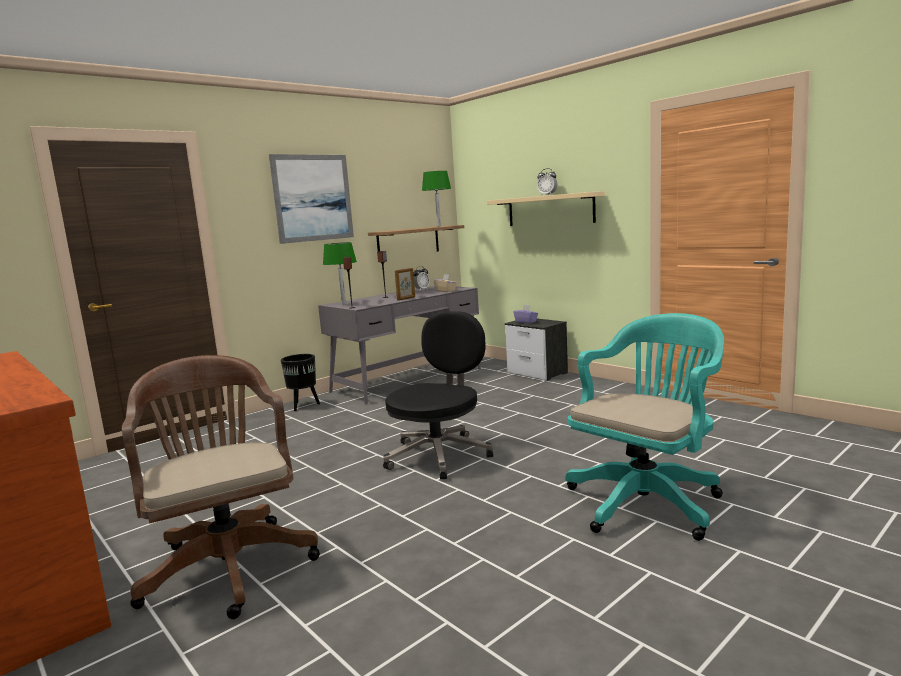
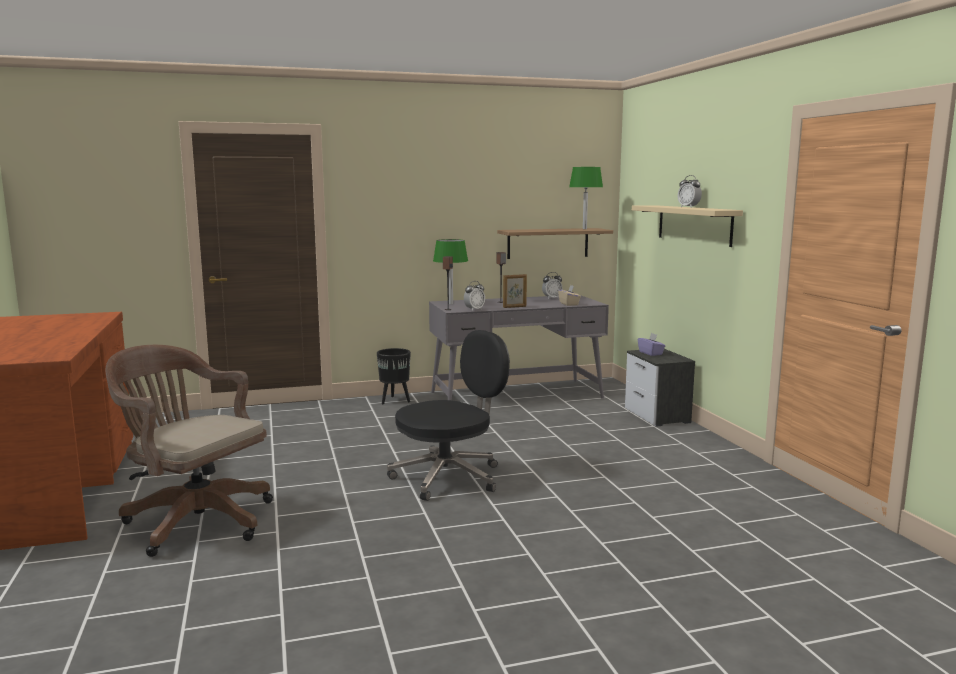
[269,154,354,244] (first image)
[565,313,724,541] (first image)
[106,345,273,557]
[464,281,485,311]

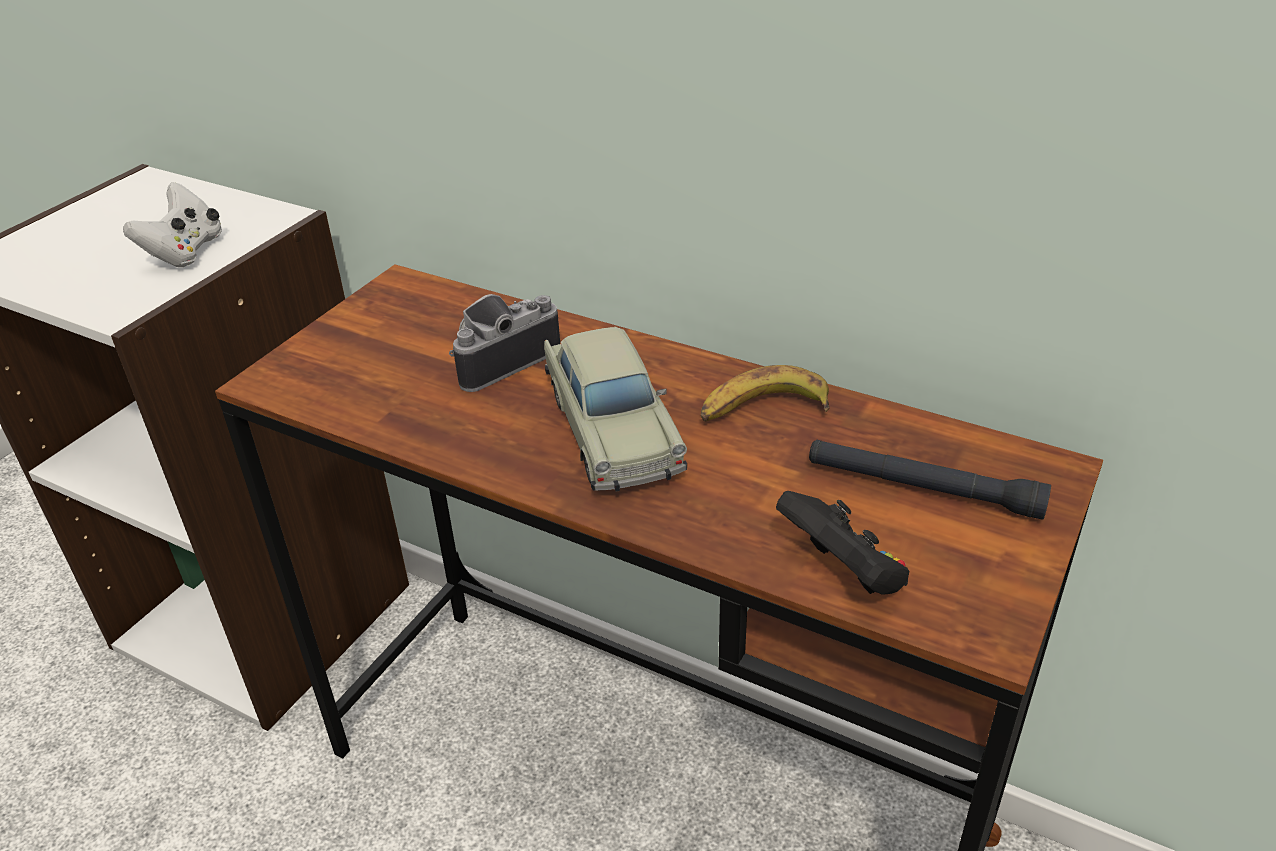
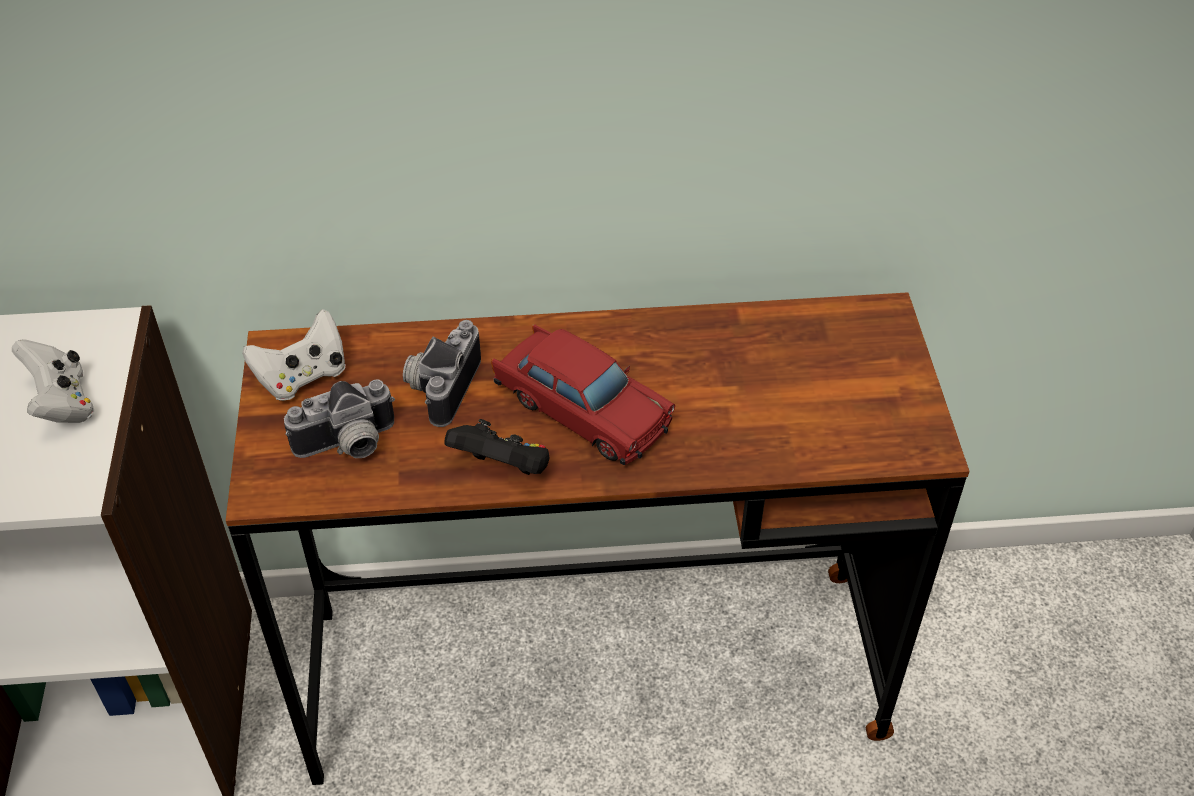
[491,324,675,465]
[701,365,829,422] (first image)
[809,440,1051,520] (first image)
[445,419,550,475]
[242,309,346,401]
[284,379,395,458]

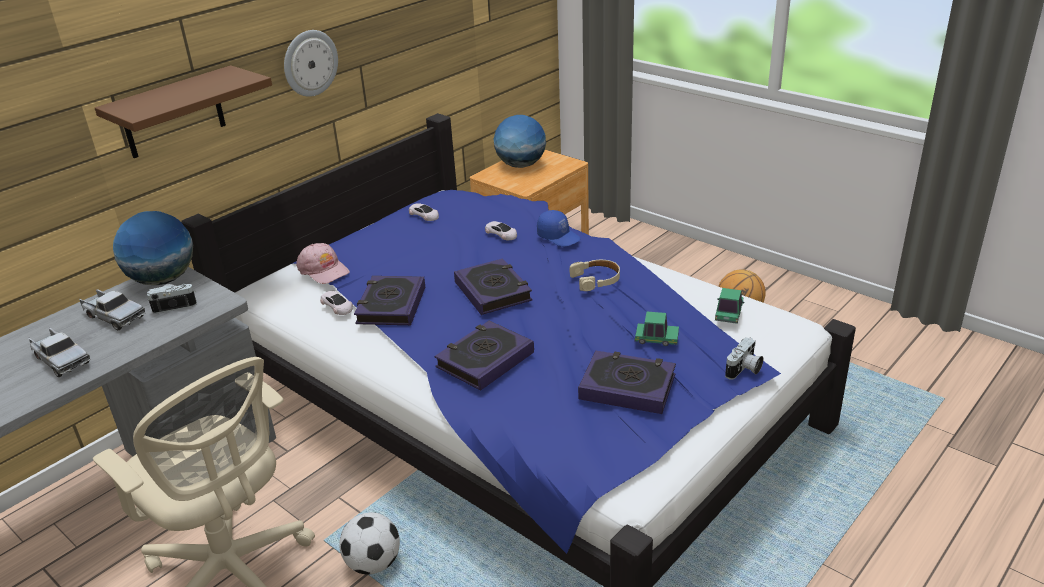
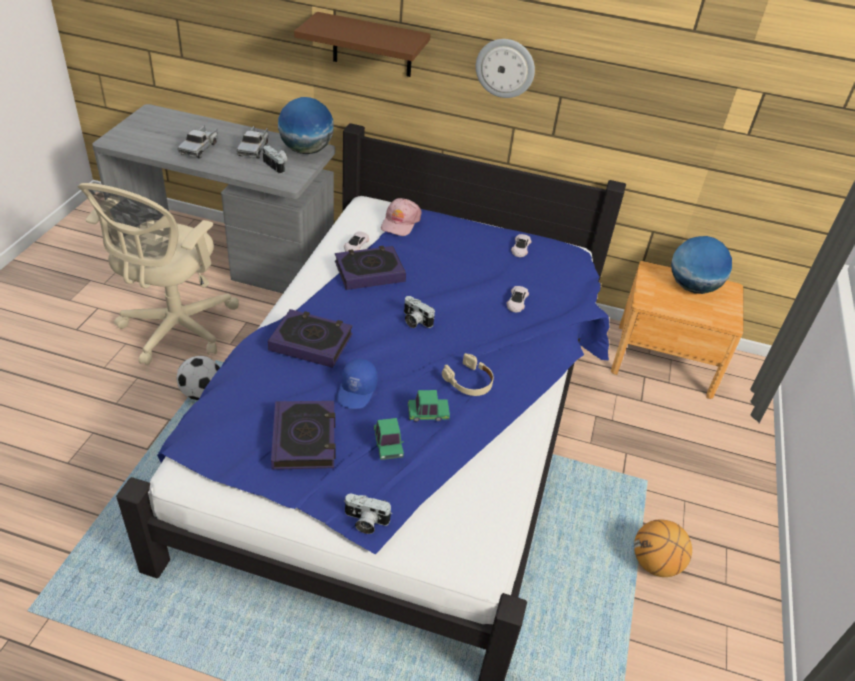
[337,359,378,409]
[404,296,435,328]
[408,390,450,422]

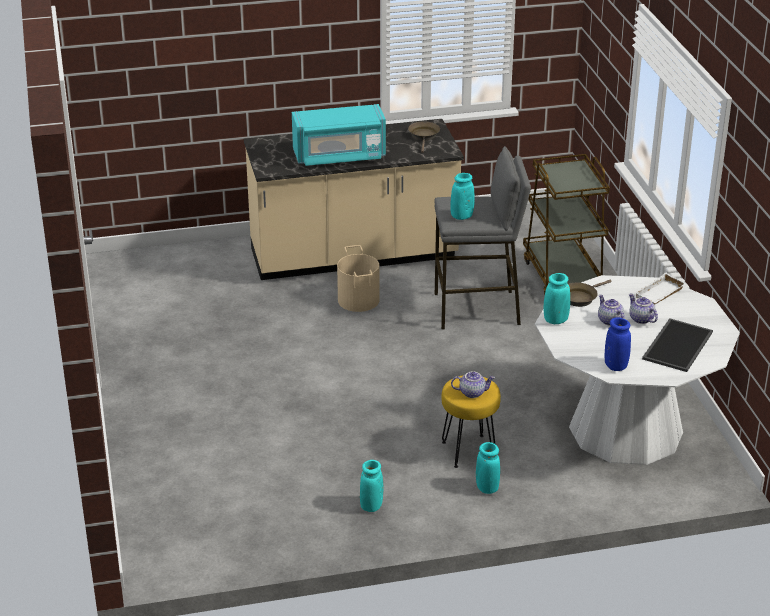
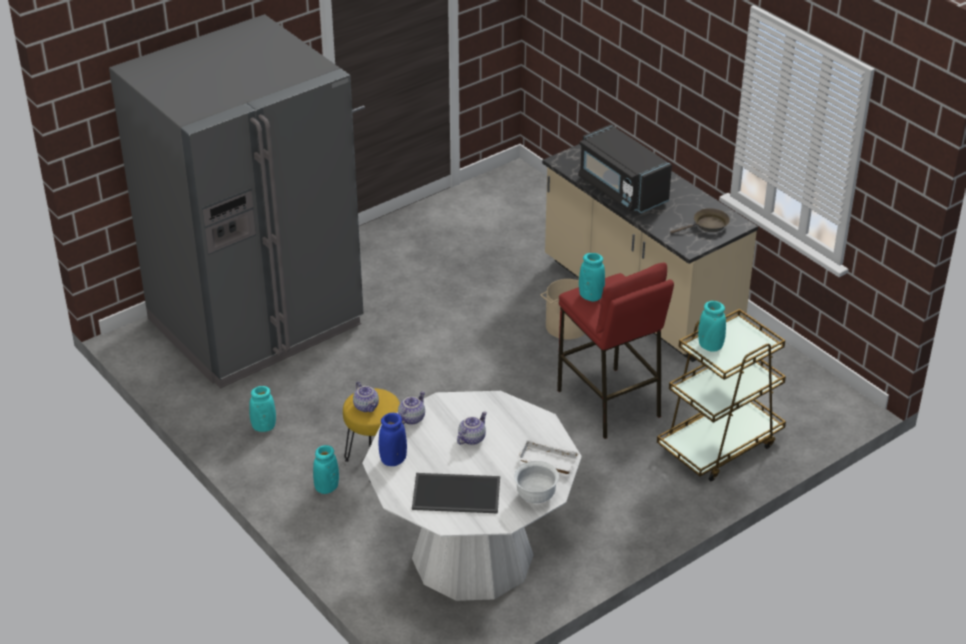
[578,124,672,213]
[557,263,674,439]
[698,301,726,352]
[568,280,612,307] (first image)
[398,391,425,425]
[109,14,364,388]
[514,461,559,504]

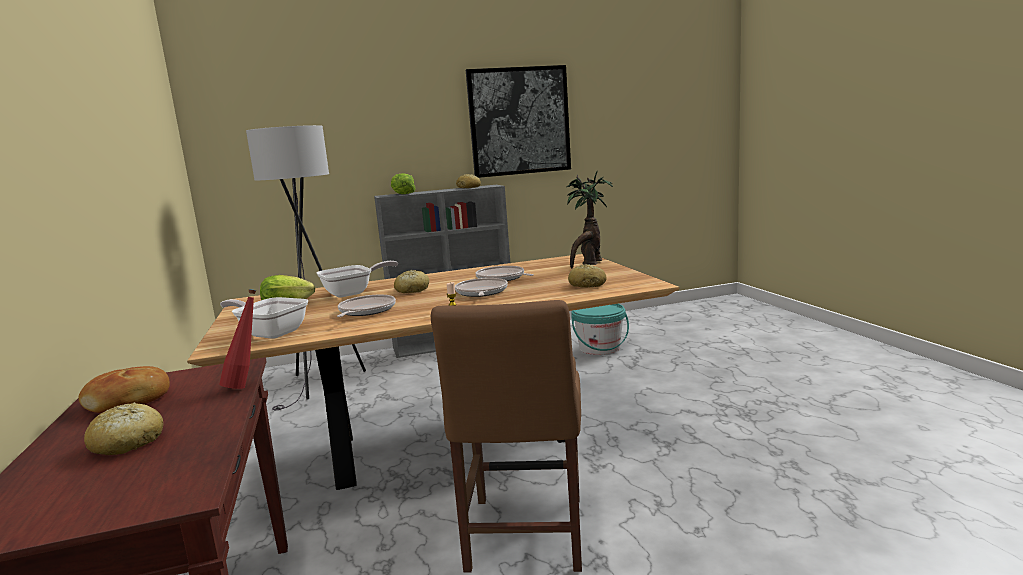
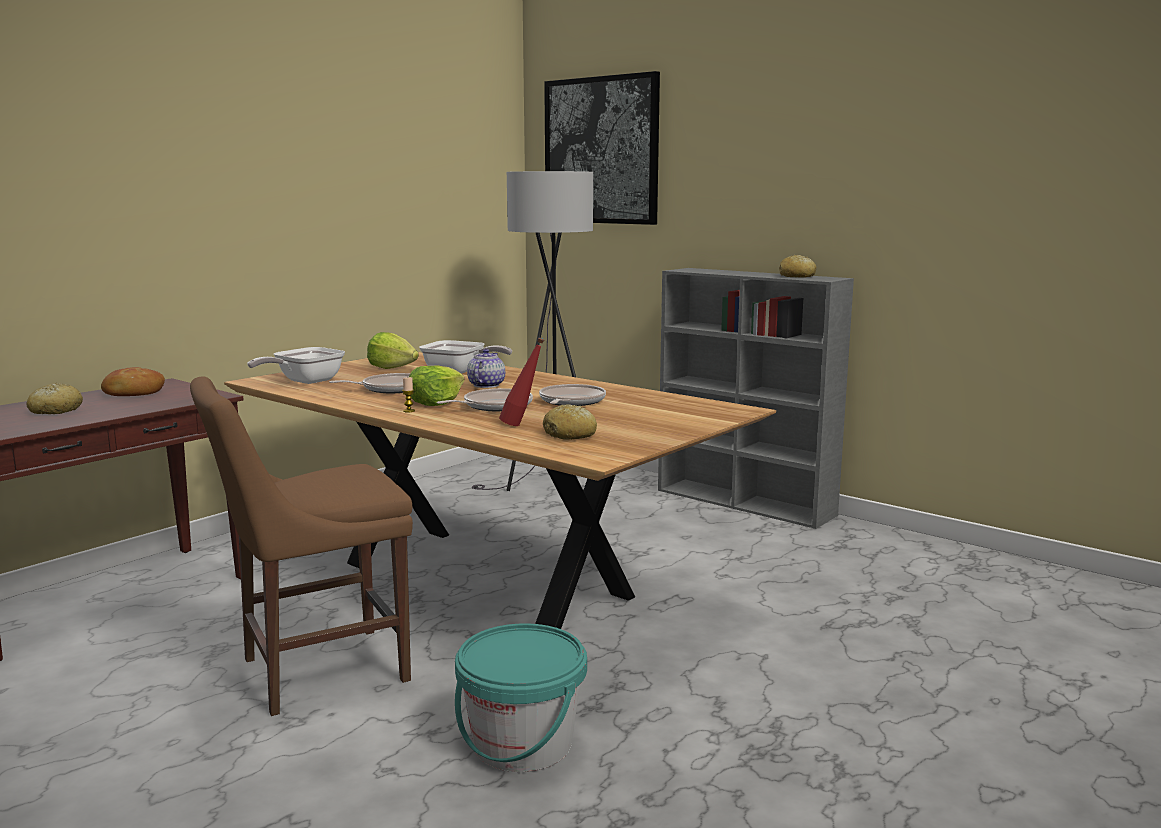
[544,71,660,225]
[566,171,613,268] (first image)
[409,365,464,406]
[467,349,505,388]
[499,338,544,426]
[247,347,345,384]
[455,623,587,772]

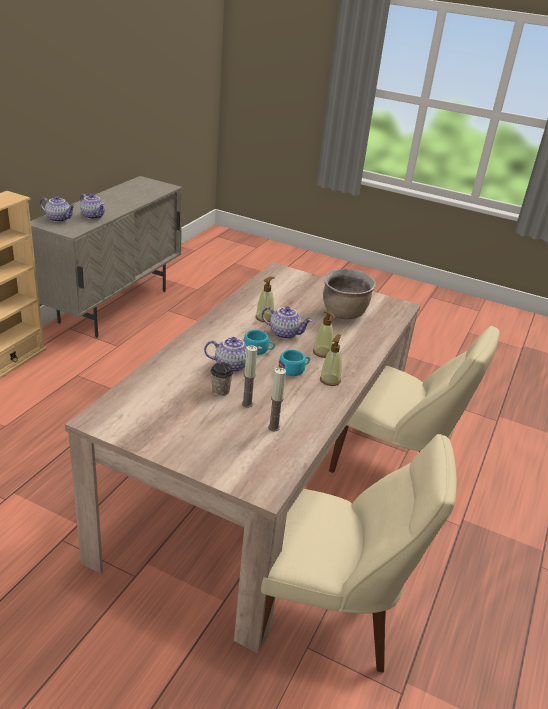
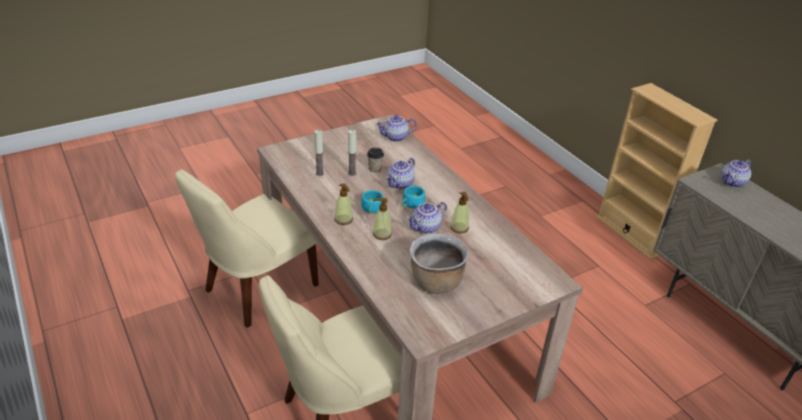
[376,115,417,142]

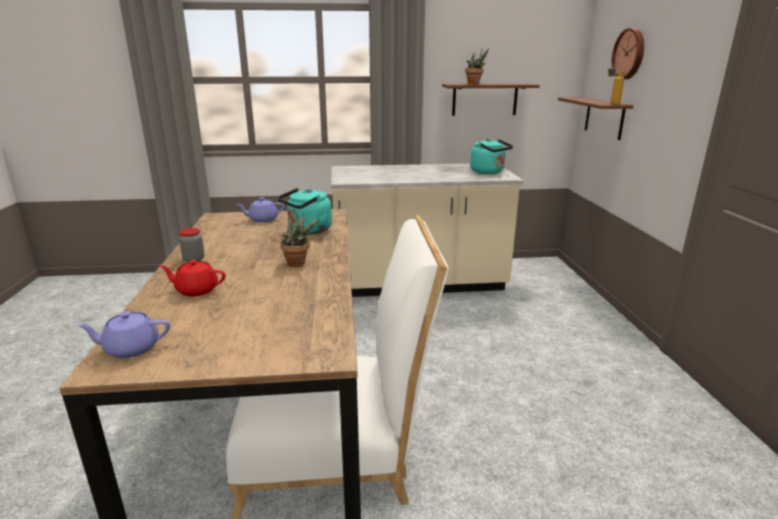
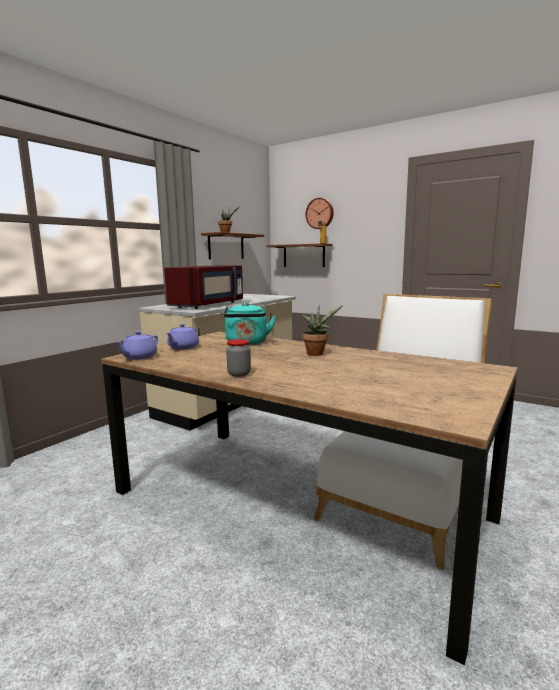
[470,138,513,174] (first image)
[160,260,226,296] (first image)
[115,331,158,360]
[164,265,243,309]

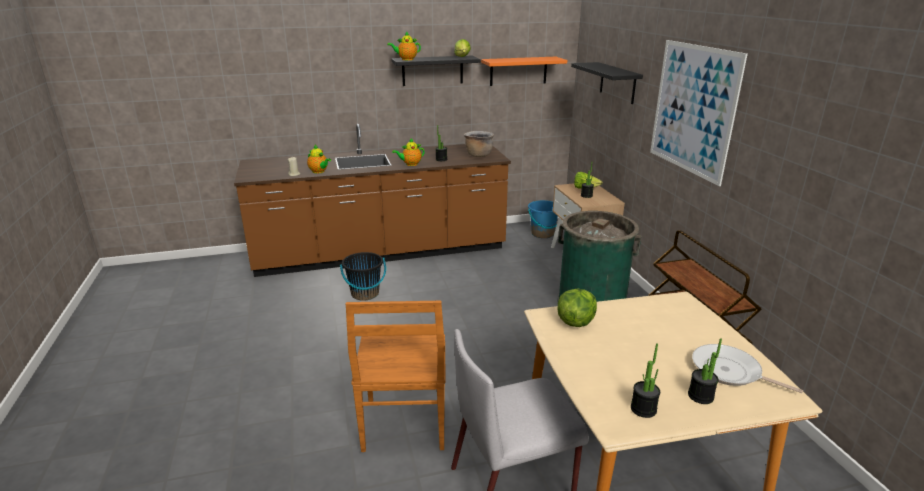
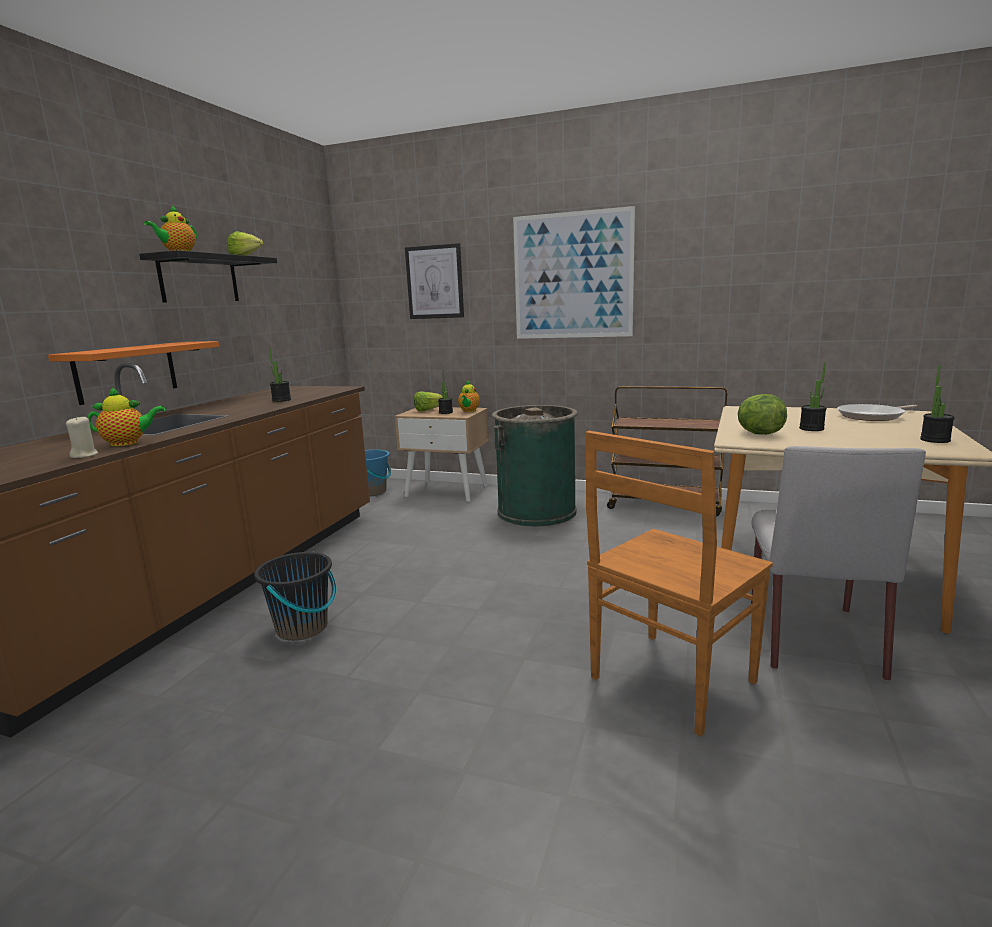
[48,341,219,405]
[405,243,464,319]
[464,131,494,157] (first image)
[458,380,480,412]
[586,431,773,737]
[799,362,827,431]

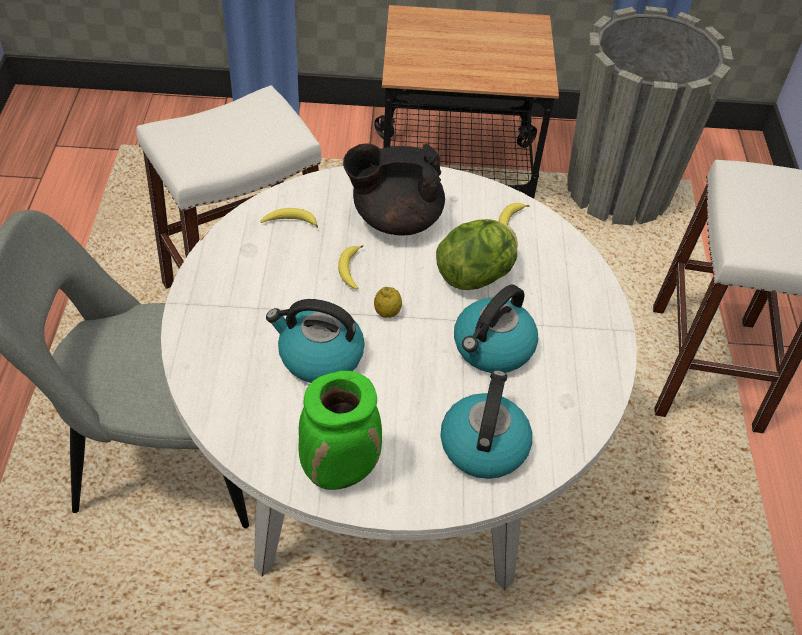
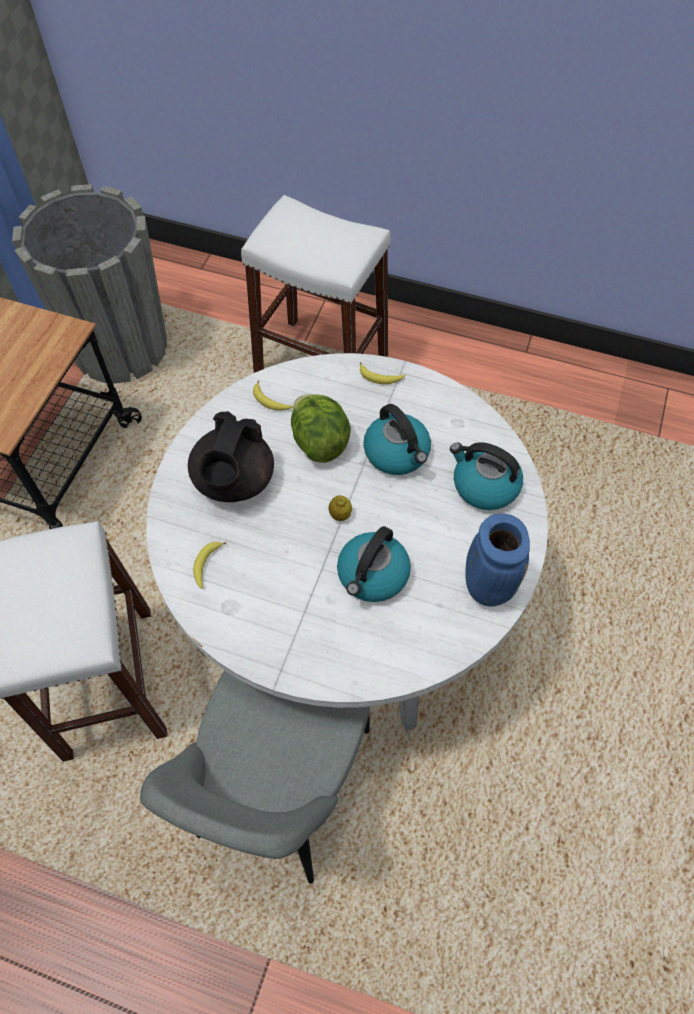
[360,362,405,384]
[465,514,530,607]

